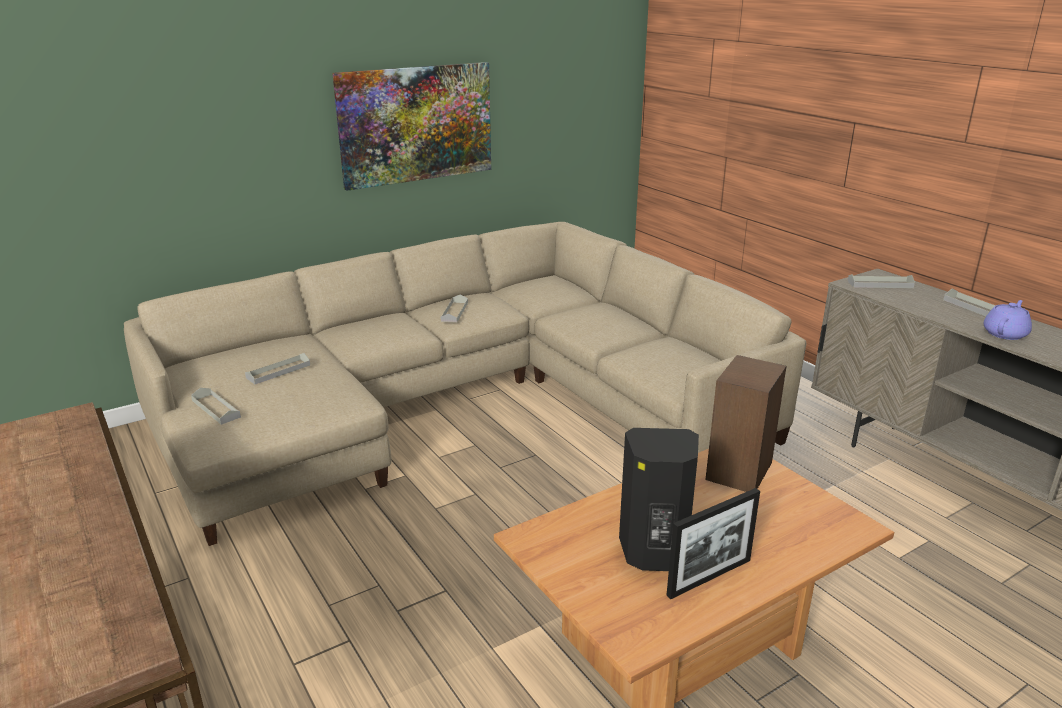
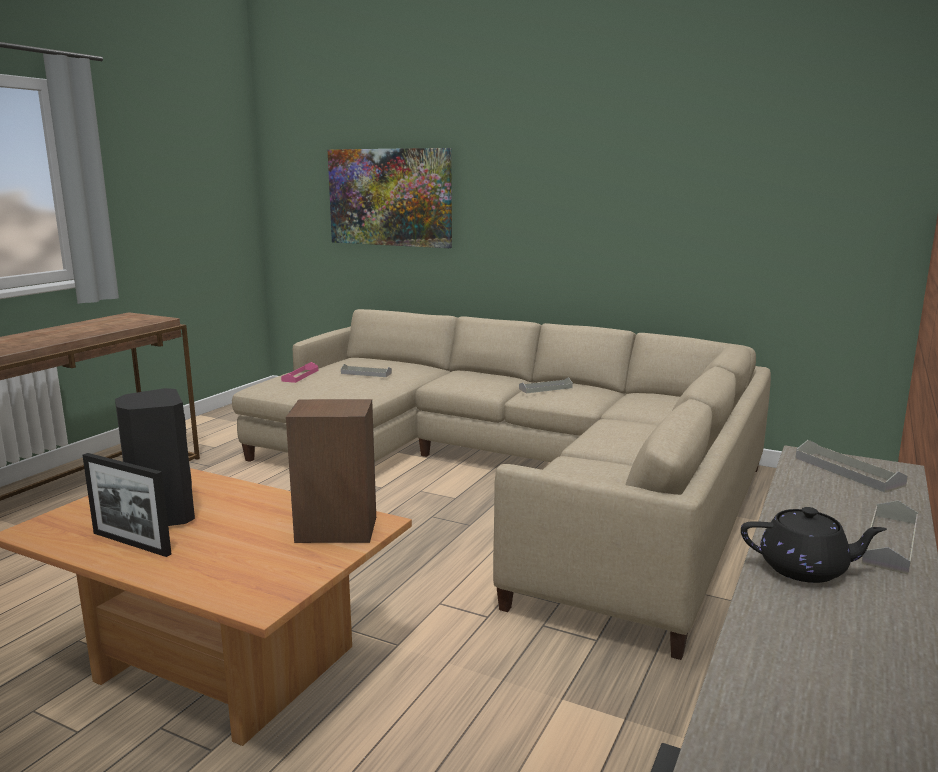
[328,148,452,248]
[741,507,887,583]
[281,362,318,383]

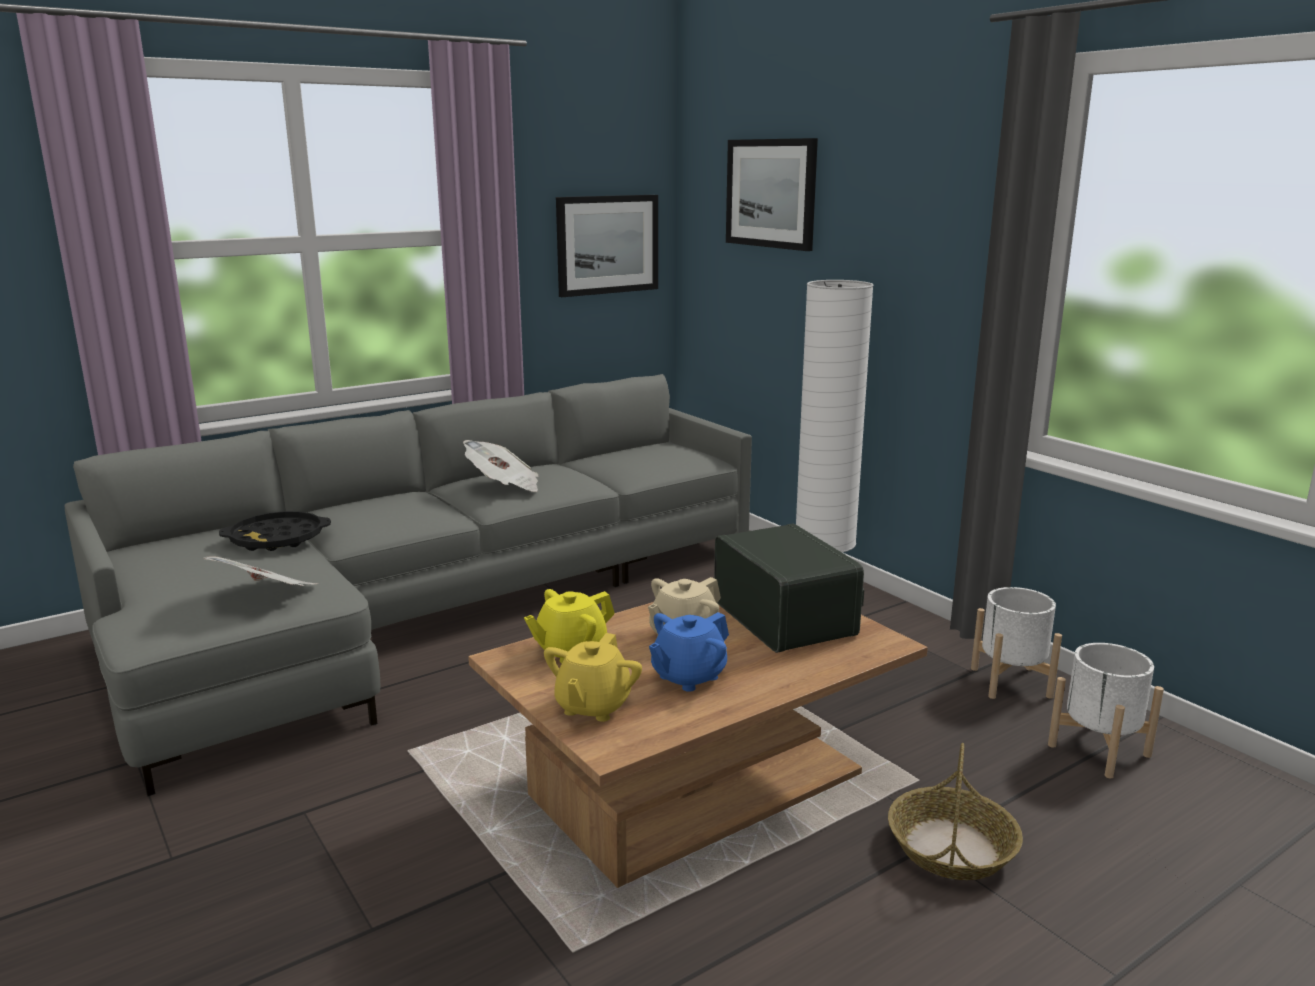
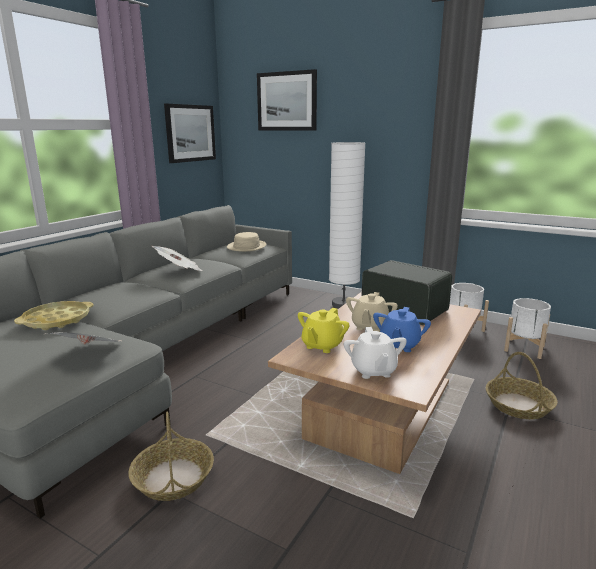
[14,301,94,330]
[344,327,407,379]
[227,232,266,252]
[129,411,214,501]

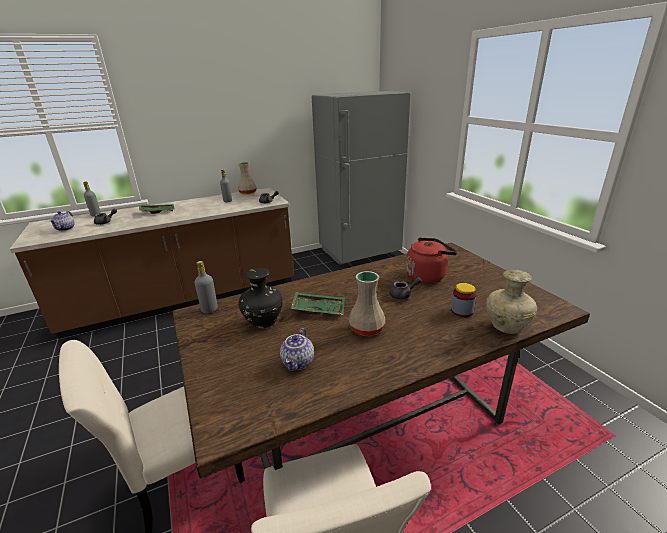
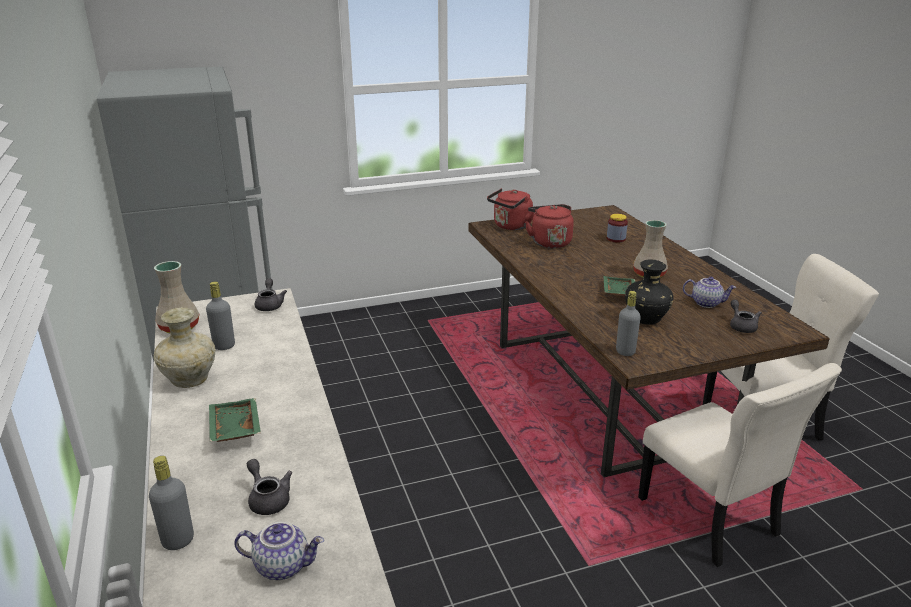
[154,307,215,388]
[730,300,762,333]
[487,188,535,230]

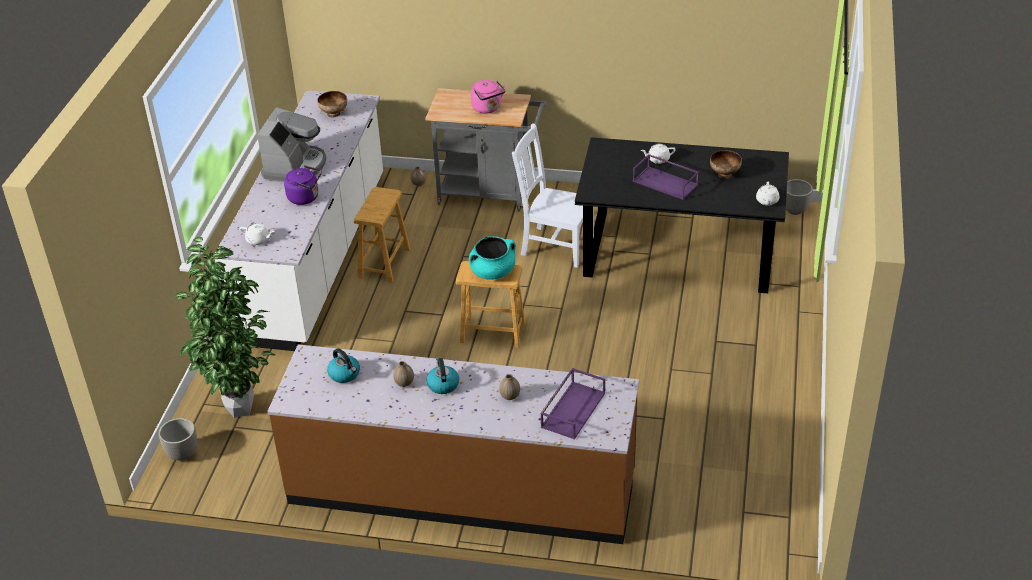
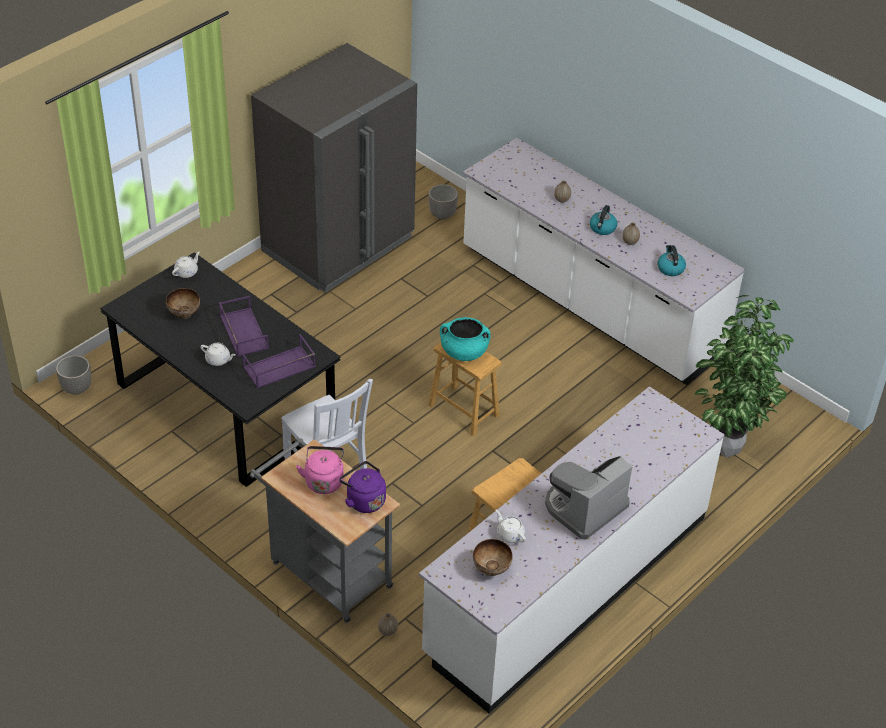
[339,461,386,513]
[495,510,526,543]
[463,138,745,385]
[242,334,316,388]
[428,184,458,219]
[251,43,417,293]

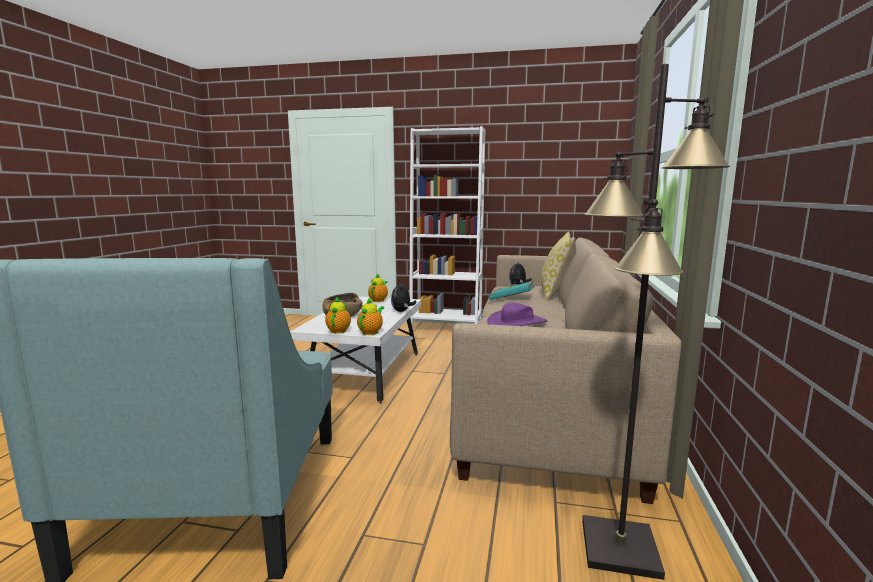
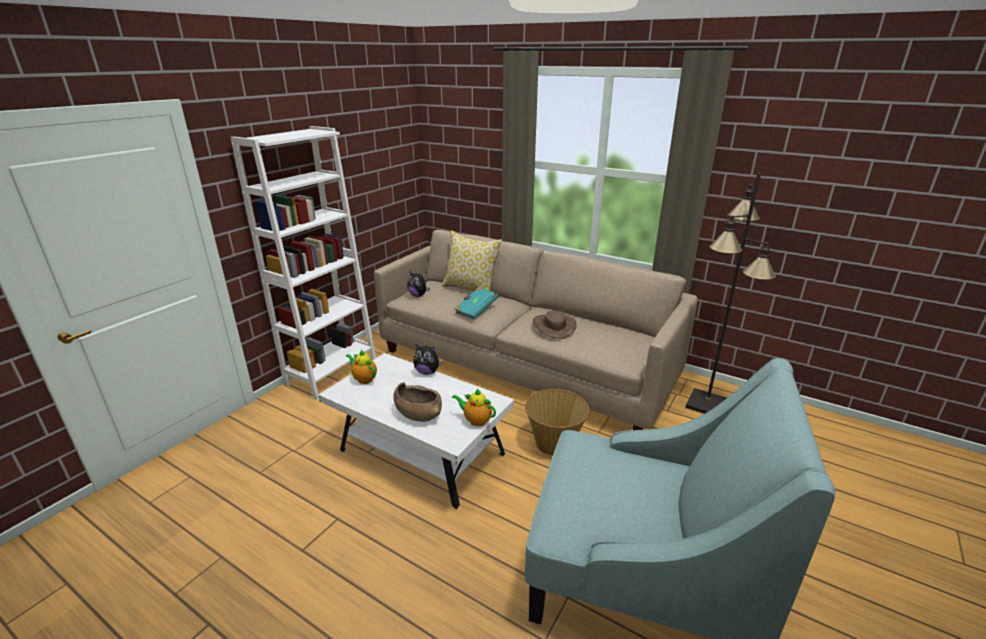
[357,298,384,335] (first image)
[533,311,577,339]
[525,389,589,456]

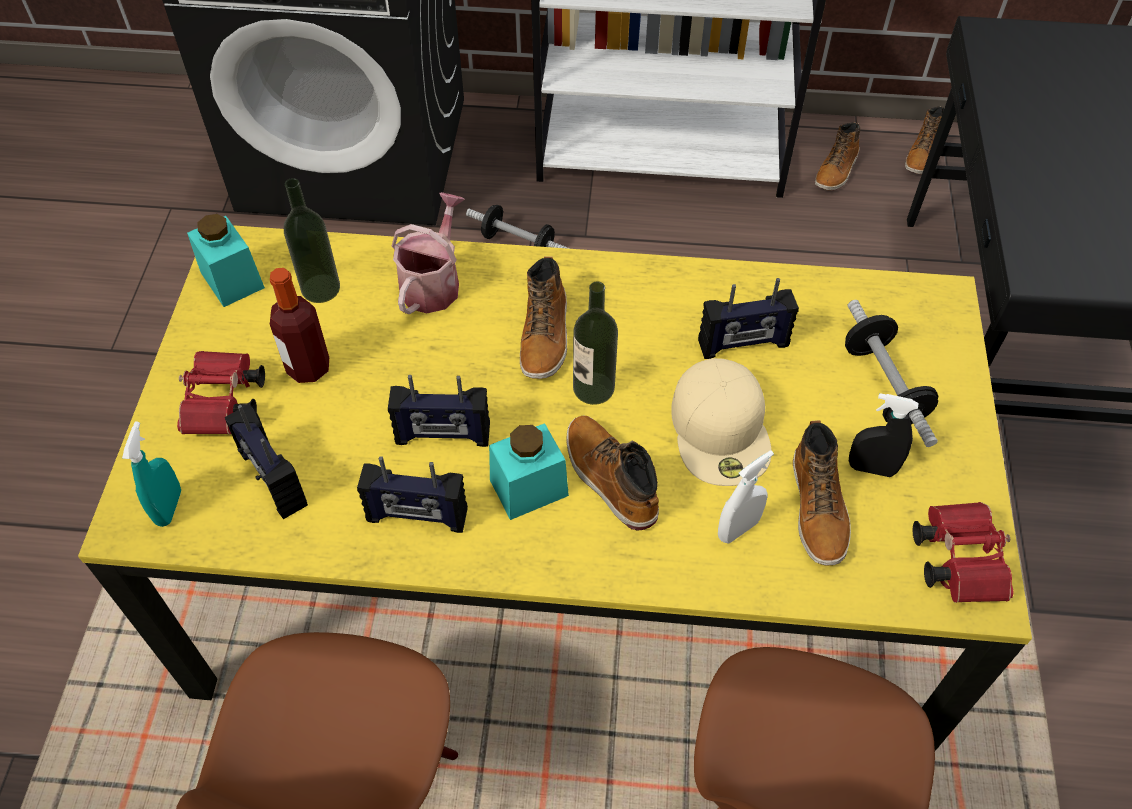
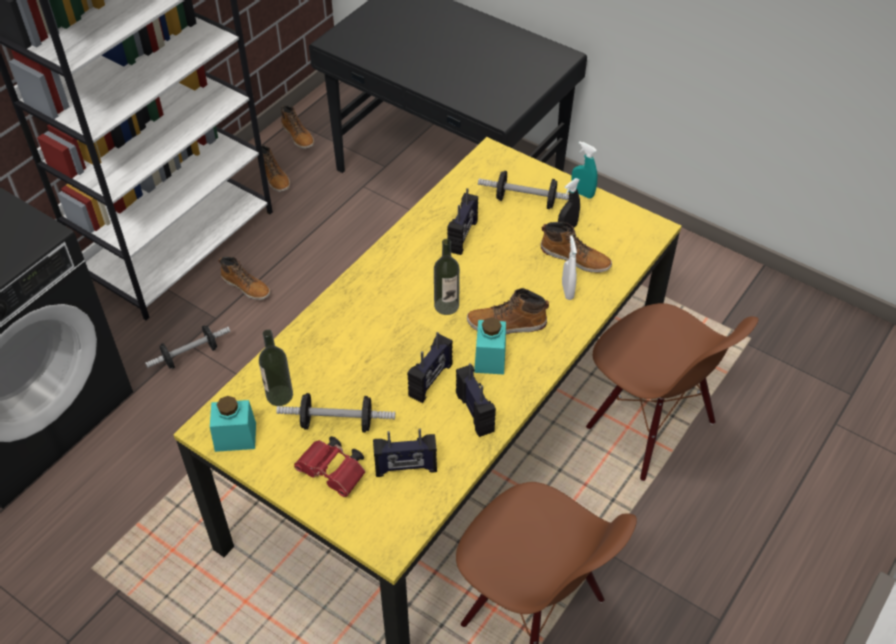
[392,192,465,314] (first image)
[218,257,271,300]
[276,393,395,432]
[671,358,772,486] (first image)
[571,141,598,199]
[456,363,496,437]
[912,502,1013,603] (first image)

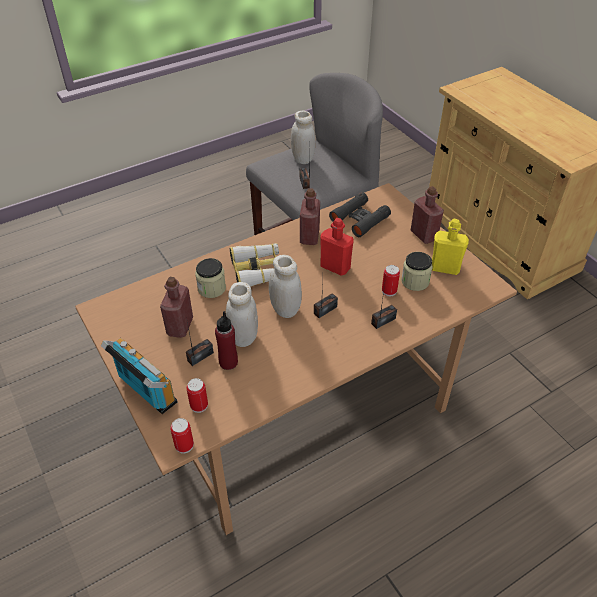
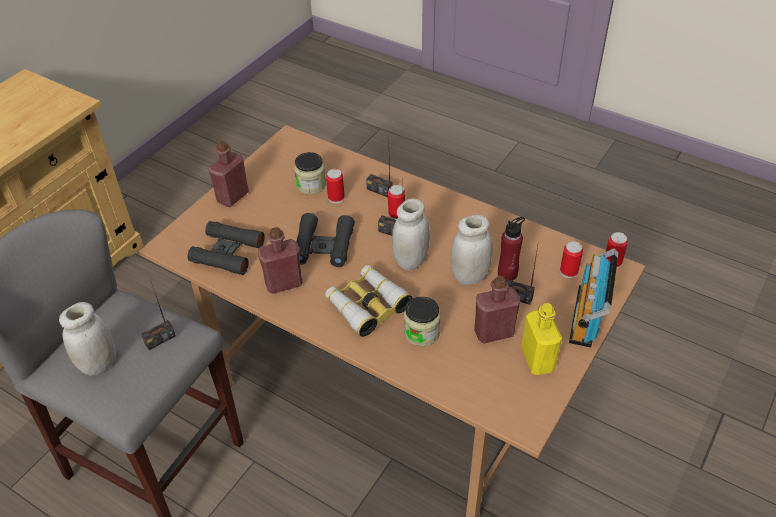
[296,213,355,267]
[521,303,562,375]
[388,185,405,220]

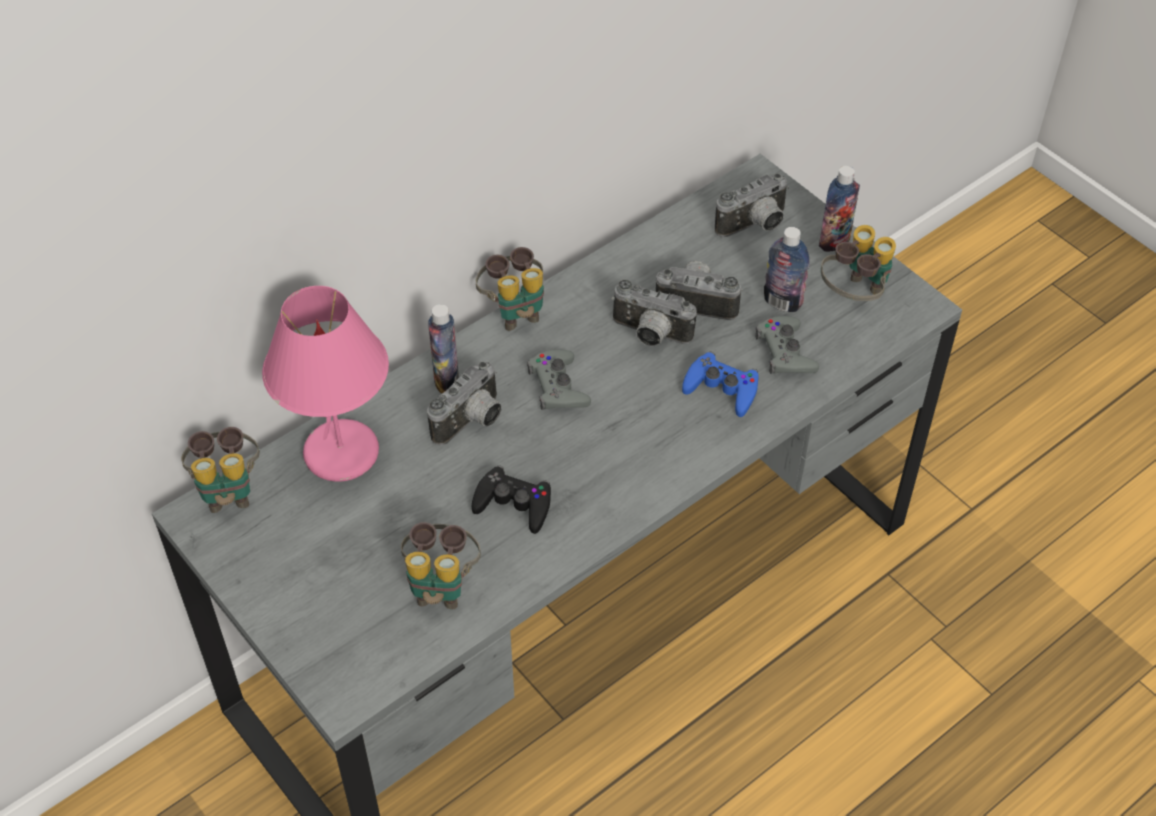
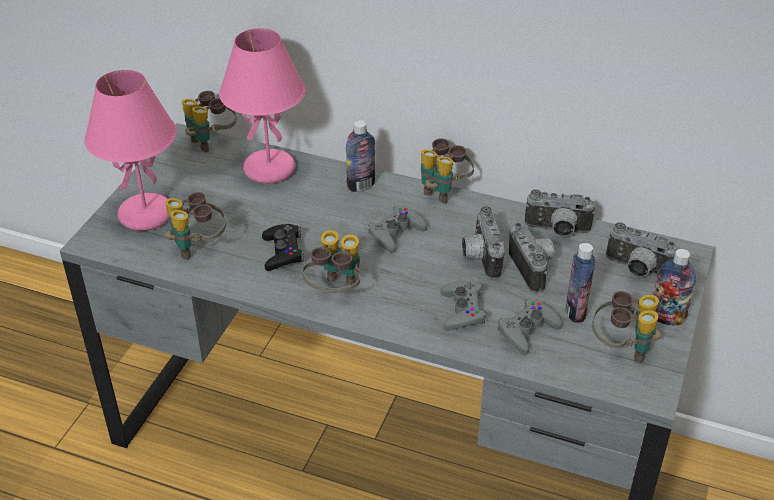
[440,280,486,331]
[525,189,595,237]
[84,70,177,231]
[302,230,360,293]

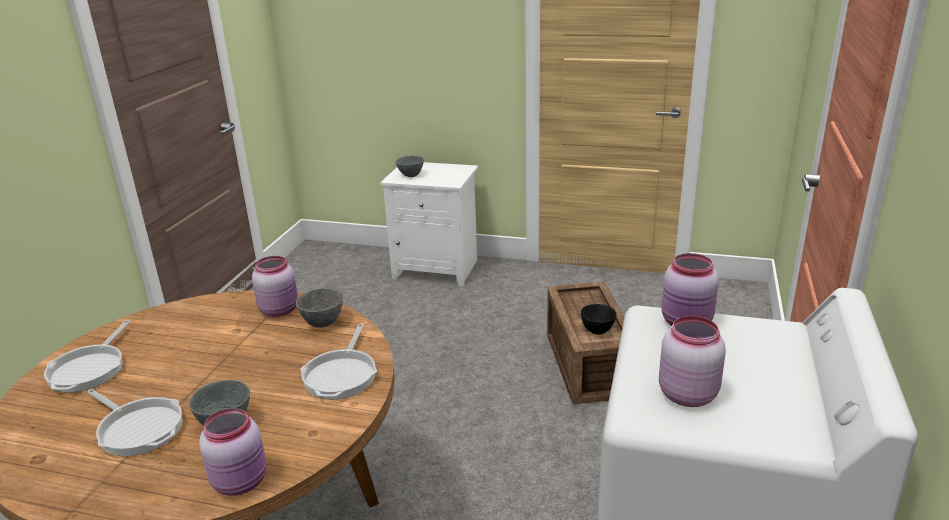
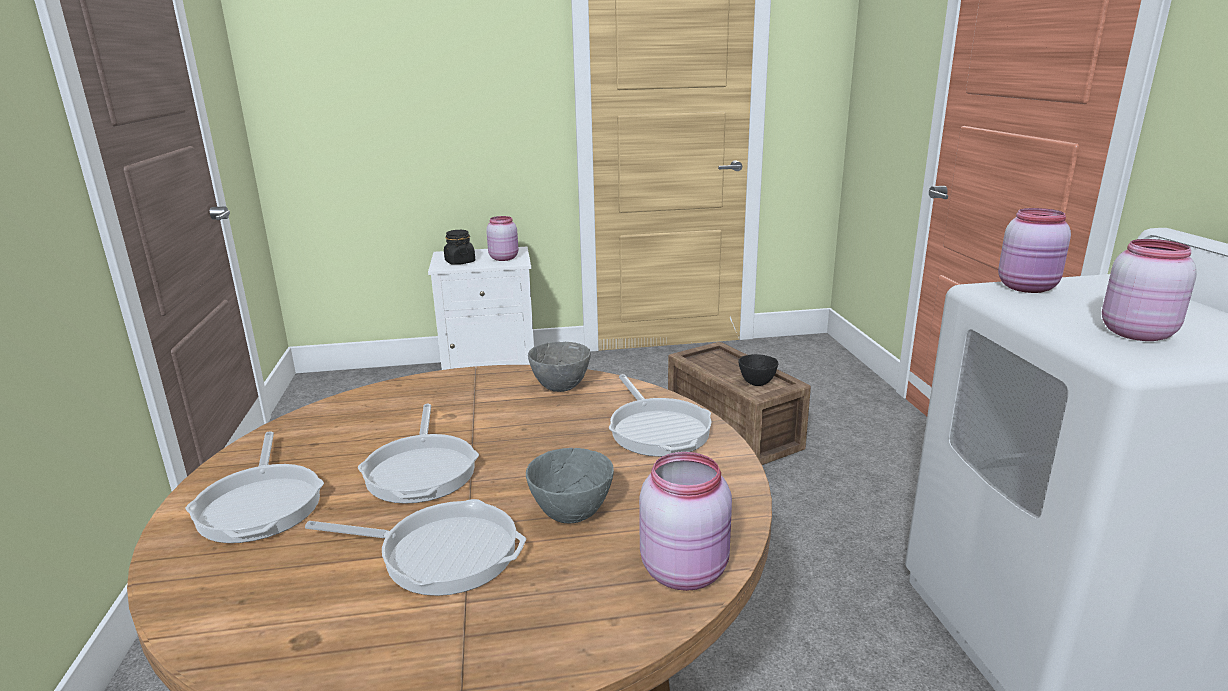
[444,230,475,265]
[486,216,518,261]
[358,404,479,504]

